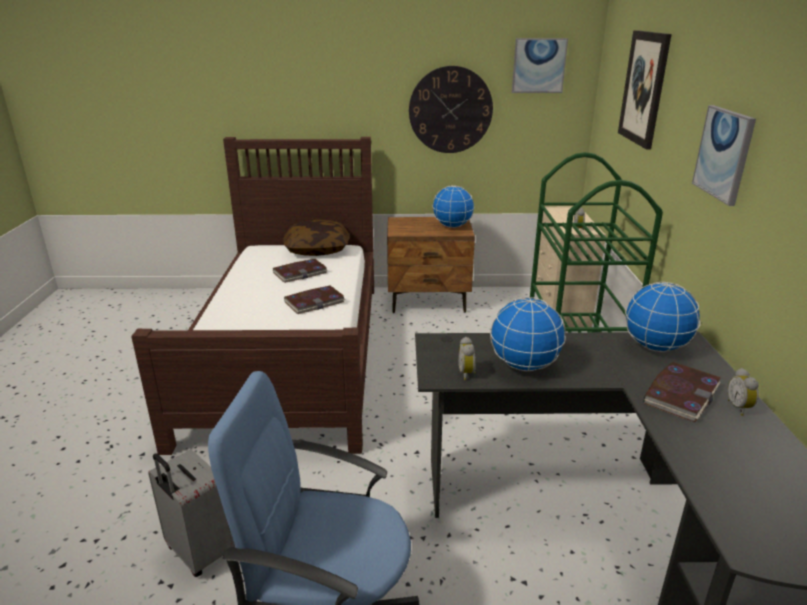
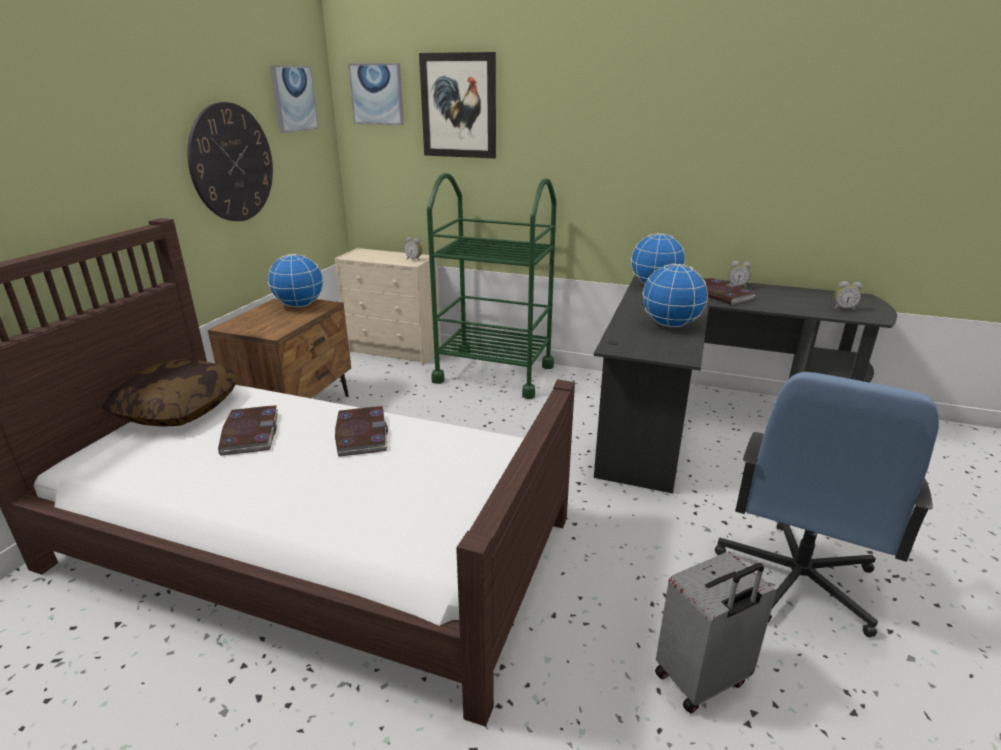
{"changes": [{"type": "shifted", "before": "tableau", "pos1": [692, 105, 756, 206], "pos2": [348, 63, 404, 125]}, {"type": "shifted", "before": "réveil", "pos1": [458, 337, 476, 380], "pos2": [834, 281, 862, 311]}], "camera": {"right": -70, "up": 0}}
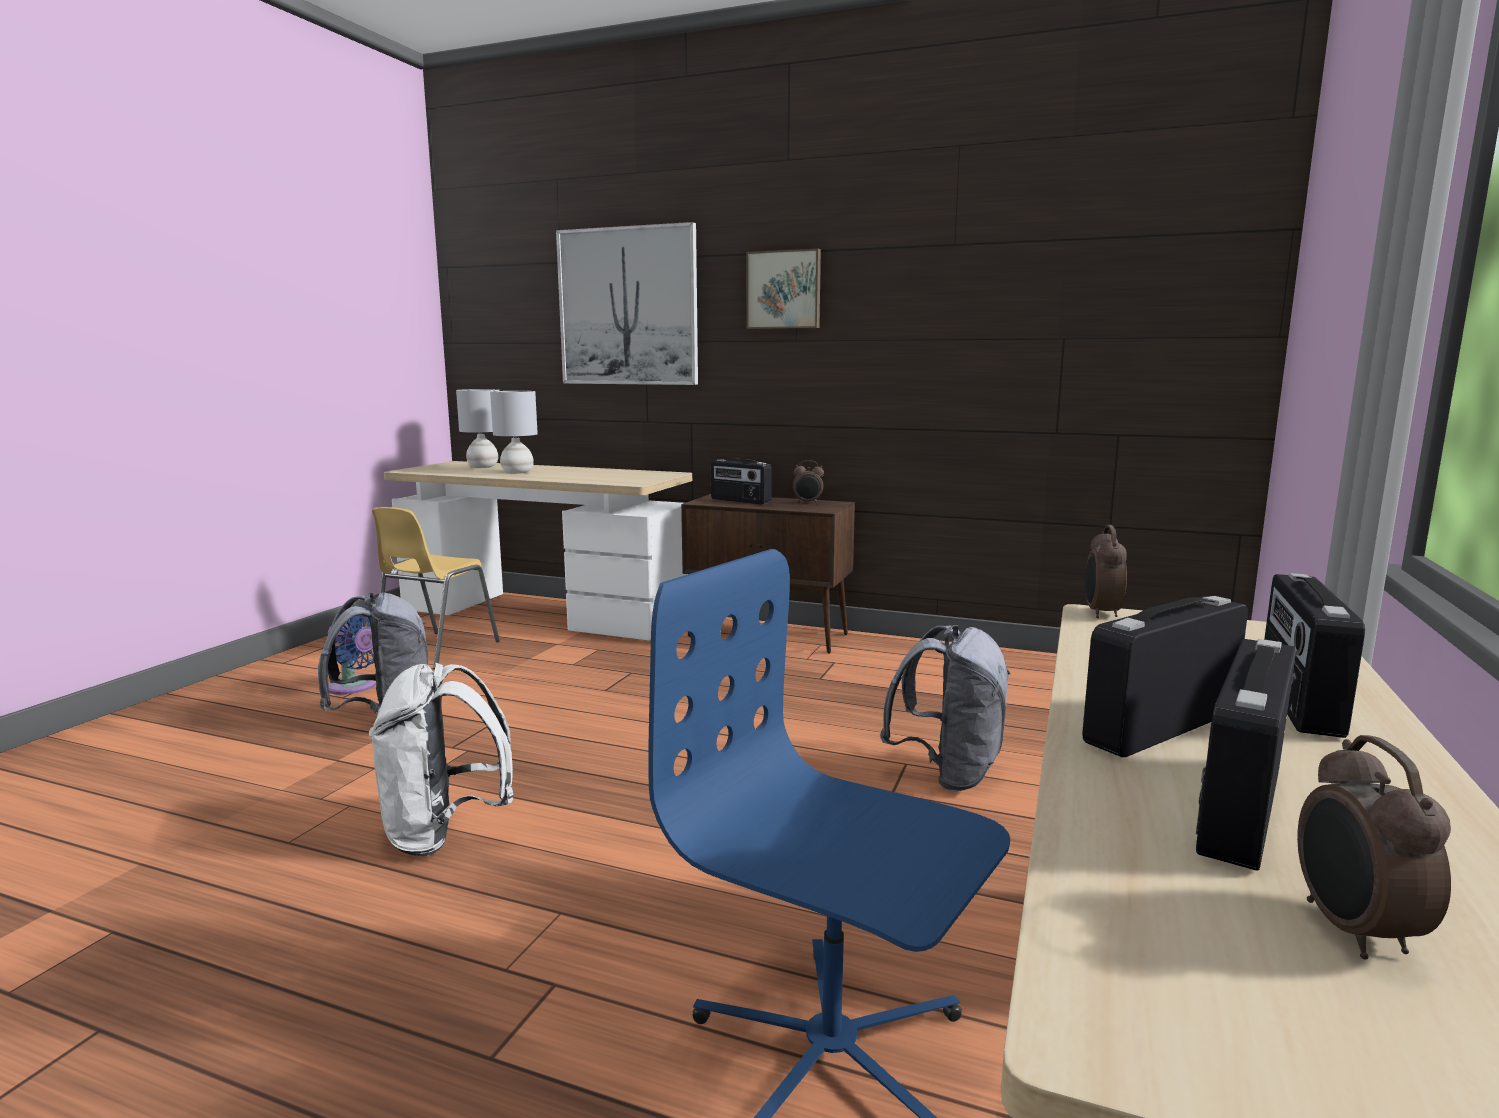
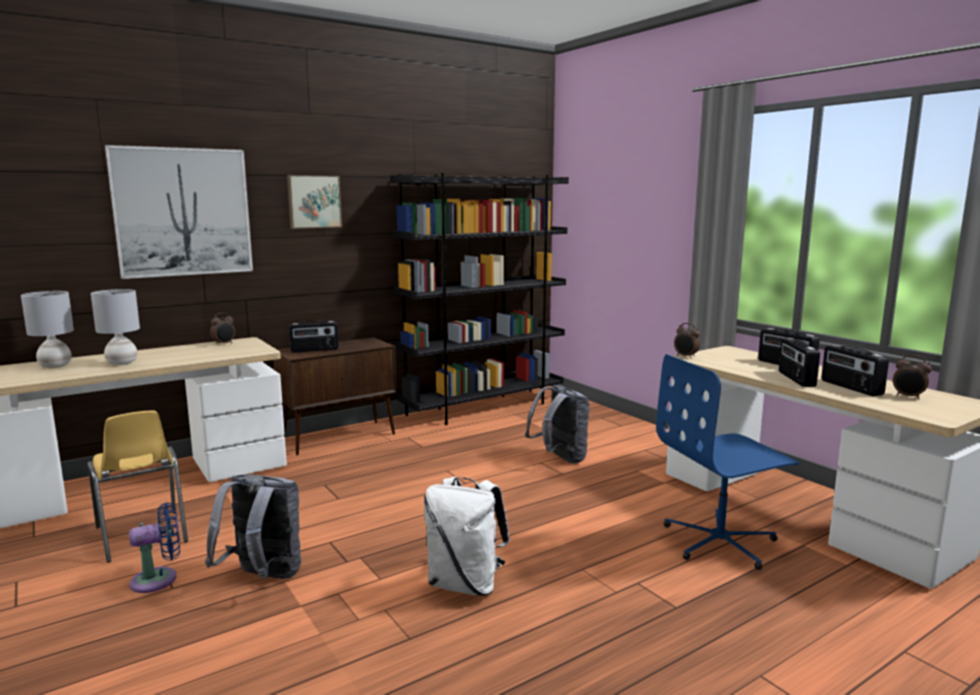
{"changes": [{"type": "shifted", "before": "réveil", "pos1": [793, 460, 824, 504], "pos2": [210, 313, 235, 345]}, {"type": "new", "after": "bibliothèque/noir", "pos2": [390, 173, 569, 425]}], "camera": {"right": -55, "up": 0}}
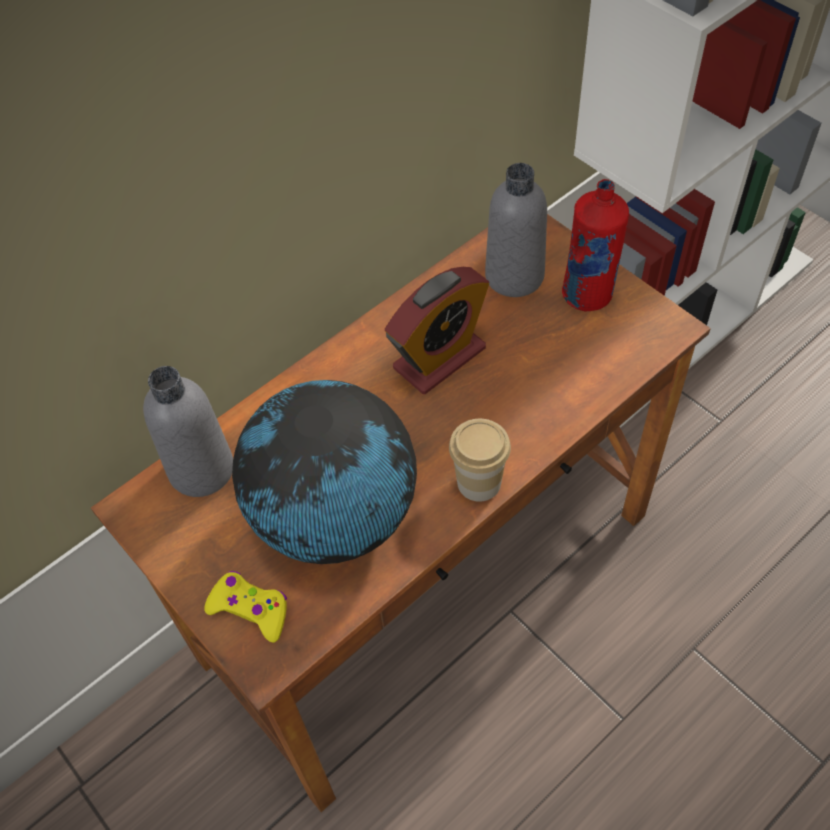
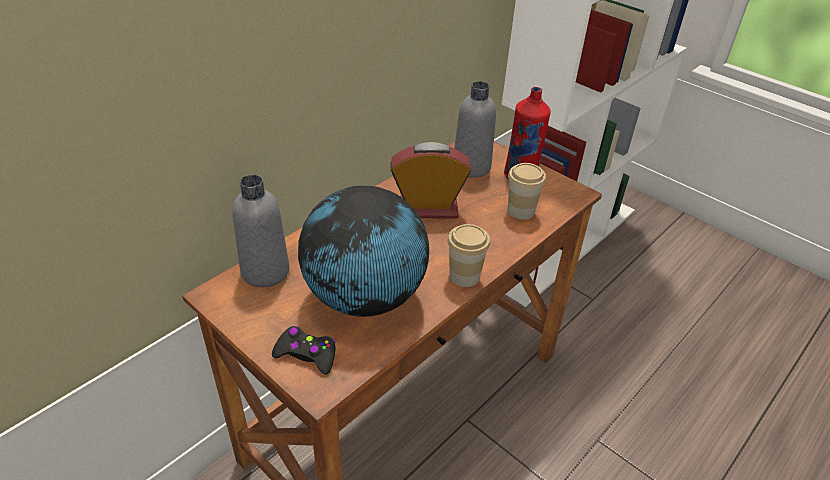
{"changes": [{"type": "repainted", "before": "manette/jaune", "after": "manette/noir", "pos1": [204, 571, 287, 643], "pos2": [272, 326, 336, 375]}, {"type": "rotated", "before": "réveil", "pos1": [385, 267, 489, 394], "pos2": [390, 142, 471, 219], "turn": -135}, {"type": "new", "after": "tasse", "pos2": [508, 163, 546, 220]}], "camera": {"right": -10, "up": -15}}
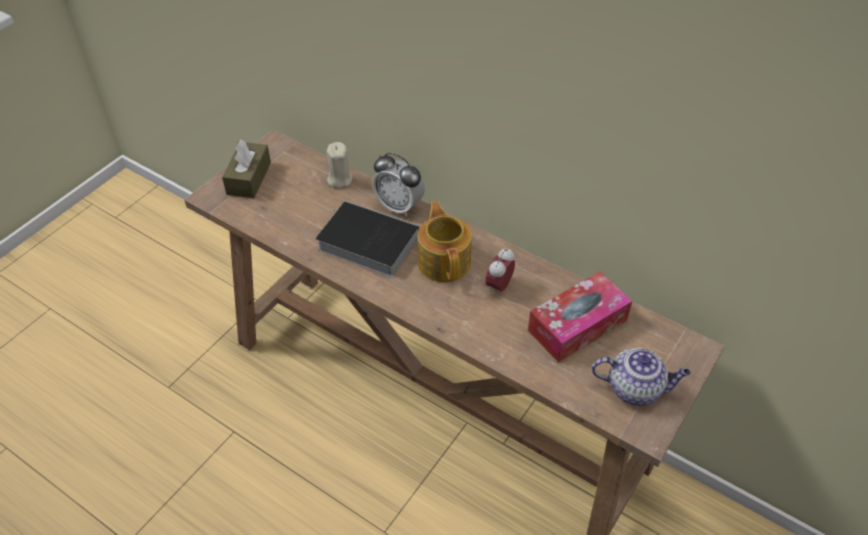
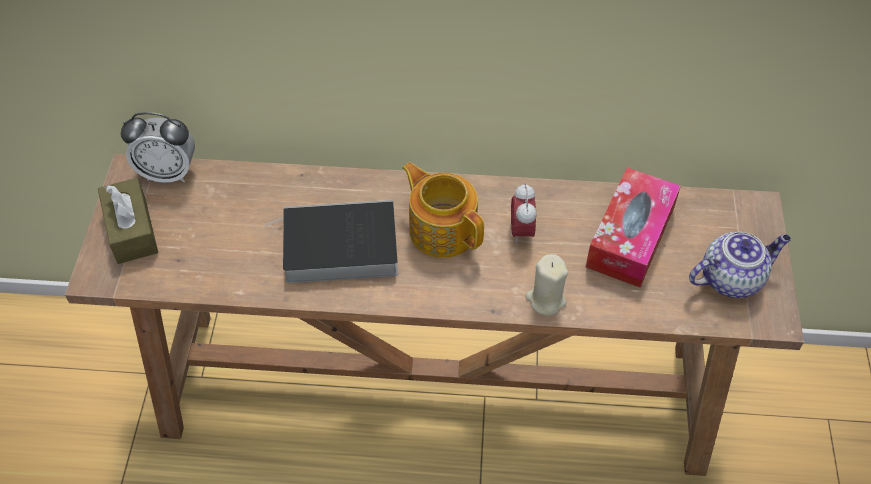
{"changes": [{"type": "shifted", "before": "réveil", "pos1": [373, 153, 425, 217], "pos2": [121, 112, 195, 183]}, {"type": "shifted", "before": "bougie/beige", "pos1": [327, 142, 352, 188], "pos2": [525, 254, 569, 316]}], "camera": {"right": -30, "up": 5}}
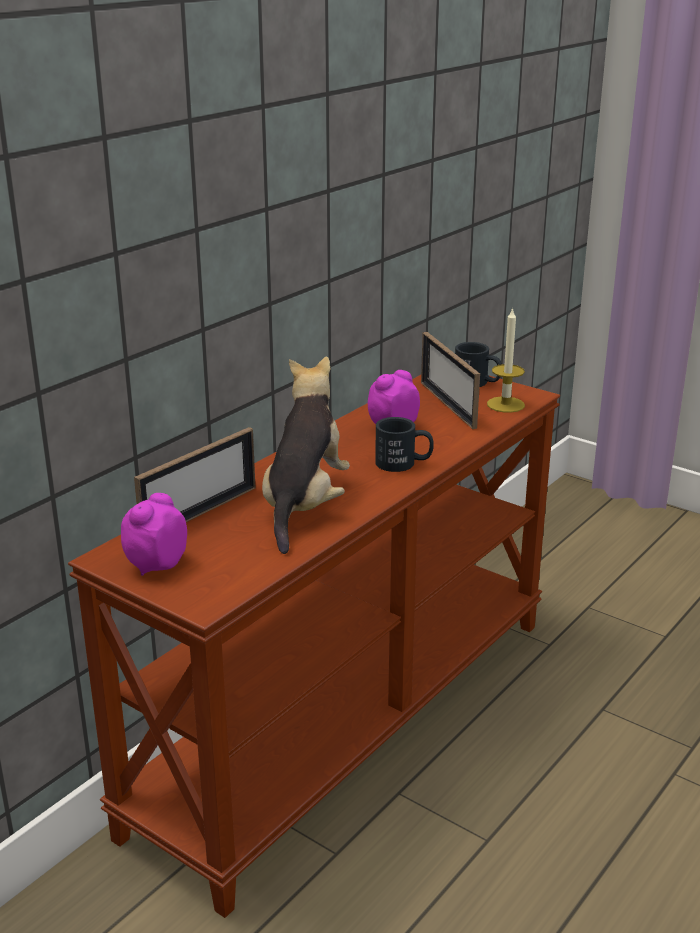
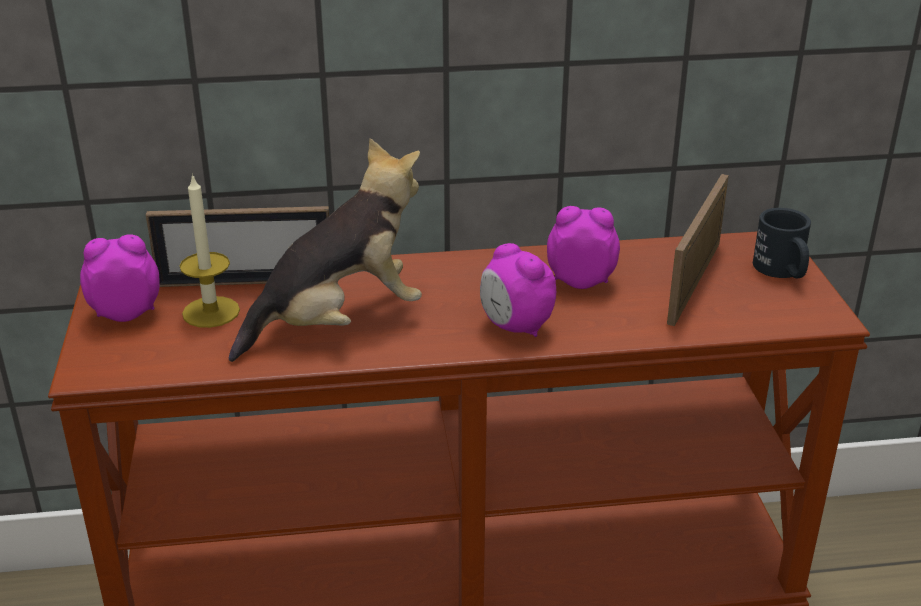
{"changes": [{"type": "shifted", "before": "bougie", "pos1": [487, 307, 525, 413], "pos2": [180, 173, 240, 328]}, {"type": "swapped", "before": "mug/noir", "after": "réveil", "pos1": [375, 417, 434, 472], "pos2": [480, 243, 556, 337]}], "camera": {"right": 45, "up": 5}}
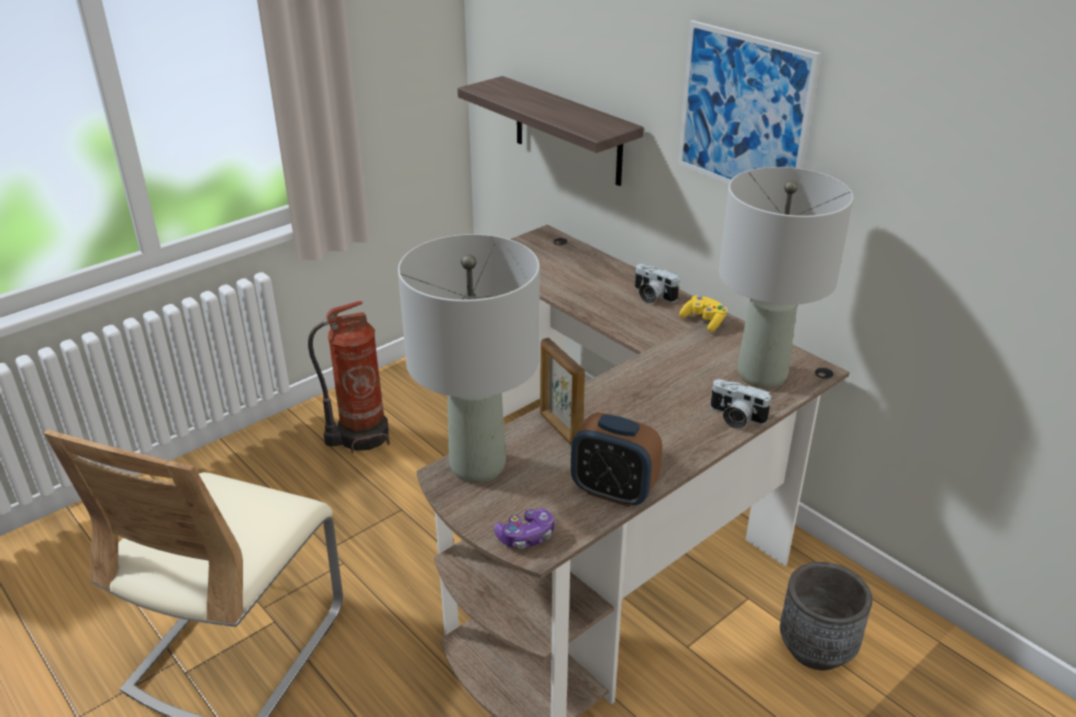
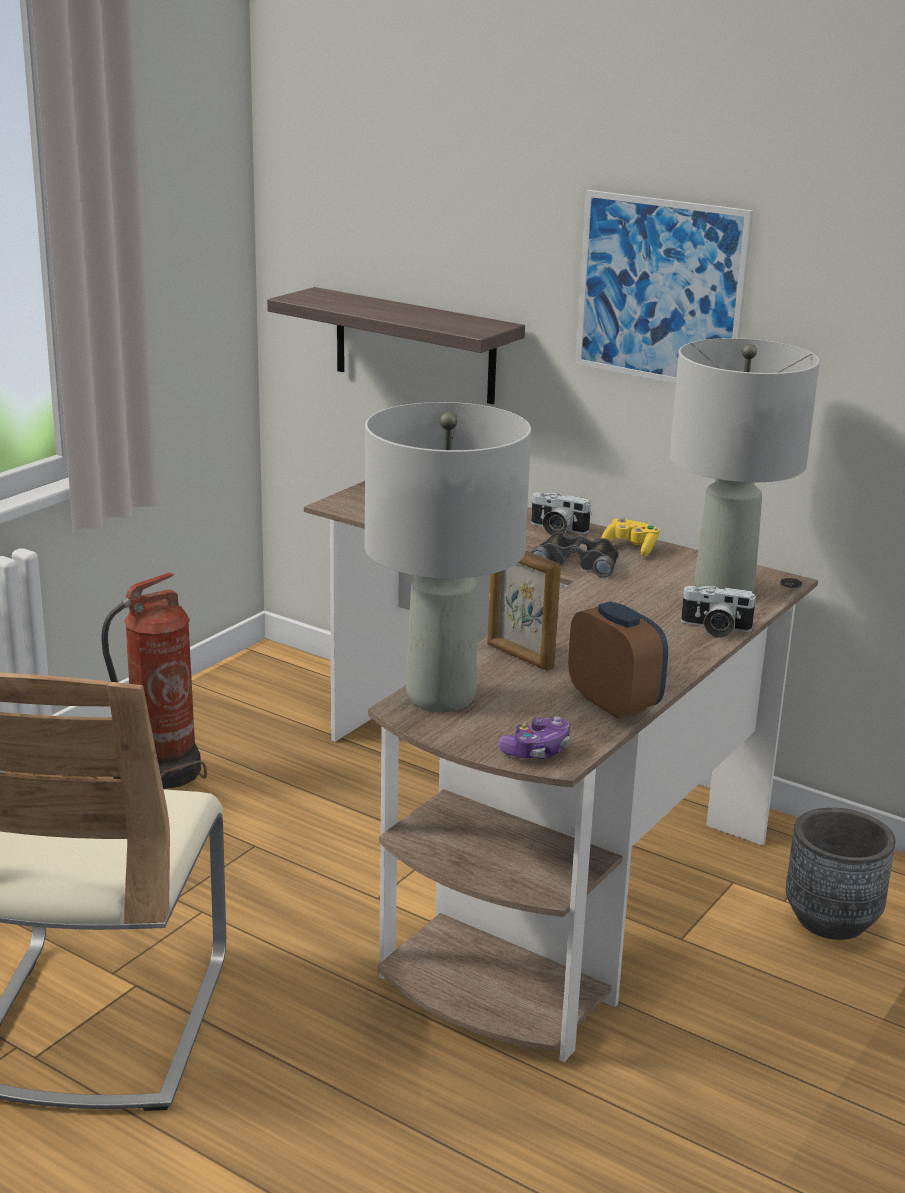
{"changes": [{"type": "new", "after": "jumelles/noir", "pos2": [531, 532, 619, 578]}, {"type": "rotated", "before": "réveil", "pos1": [571, 412, 662, 507], "pos2": [568, 601, 668, 719], "turn": -135}], "camera": {"right": -15, "up": -10}}
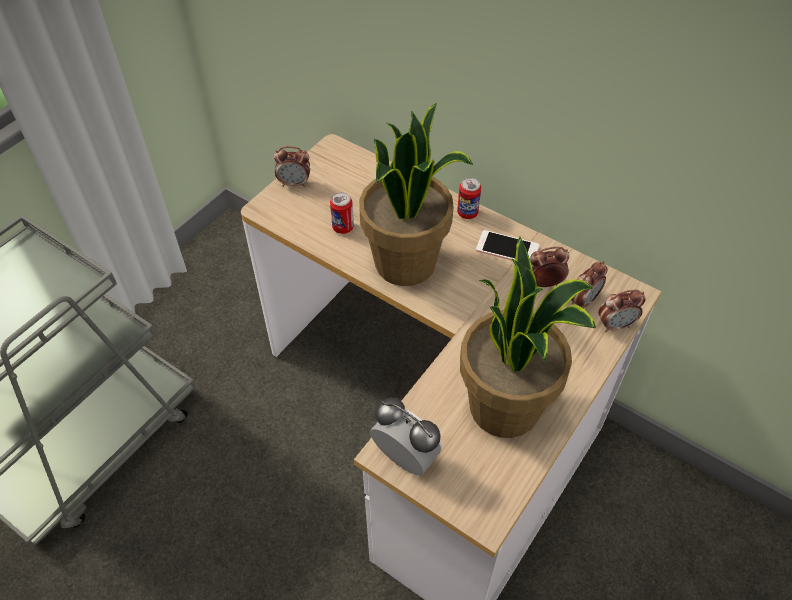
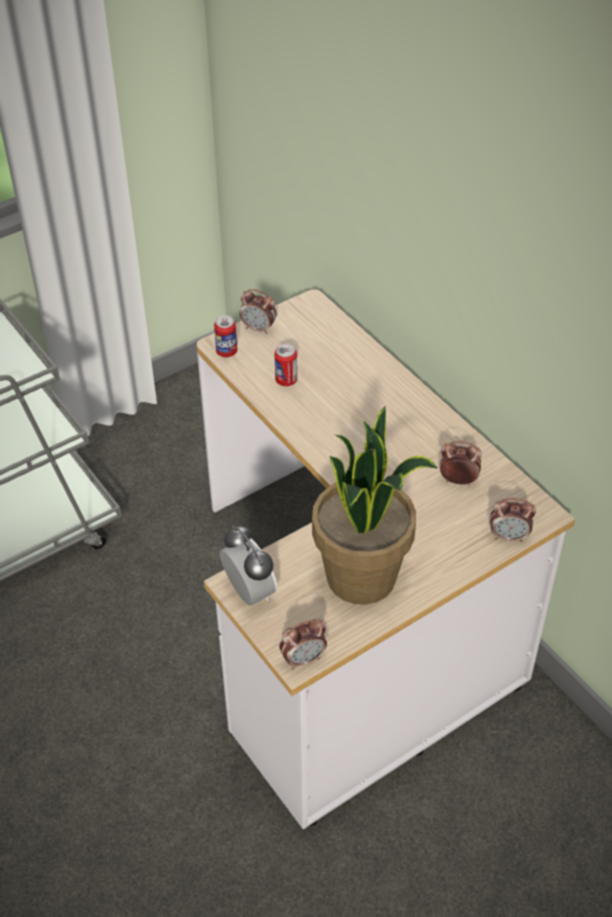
{"changes": [{"type": "shifted", "before": "boîte métallique", "pos1": [457, 178, 481, 219], "pos2": [214, 315, 237, 357]}, {"type": "shifted", "before": "réveil", "pos1": [571, 261, 607, 308], "pos2": [279, 619, 327, 669]}, {"type": "gone", "before": "plante en pot", "pos1": [359, 103, 473, 286]}, {"type": "gone", "before": "téléphone", "pos1": [476, 230, 539, 260]}], "camera": {"right": 20, "up": -5}}
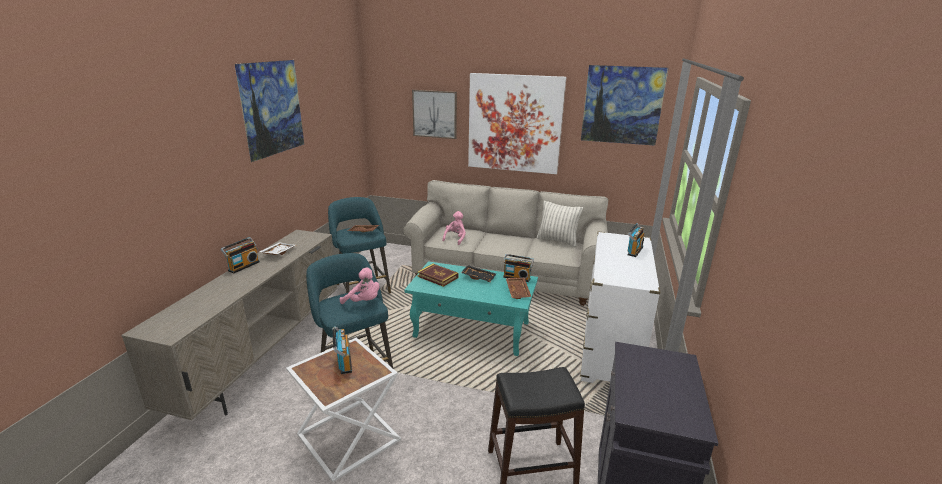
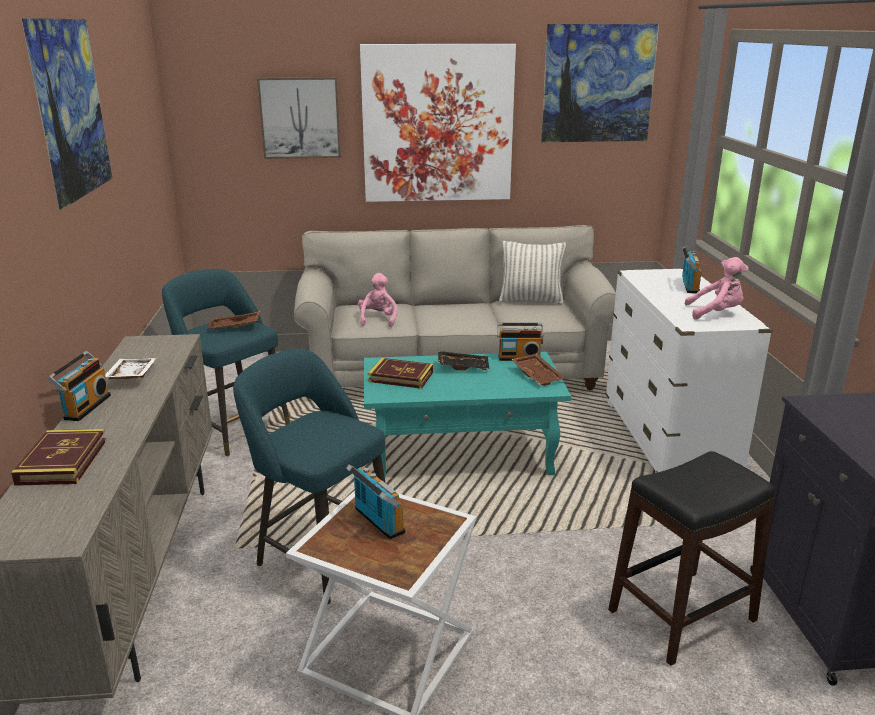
{"changes": [{"type": "new", "after": "livre", "pos2": [11, 429, 107, 486]}, {"type": "shifted", "before": "peluche/rose", "pos1": [340, 267, 380, 304], "pos2": [684, 257, 748, 320]}], "camera": {"right": -20, "up": 0}}
